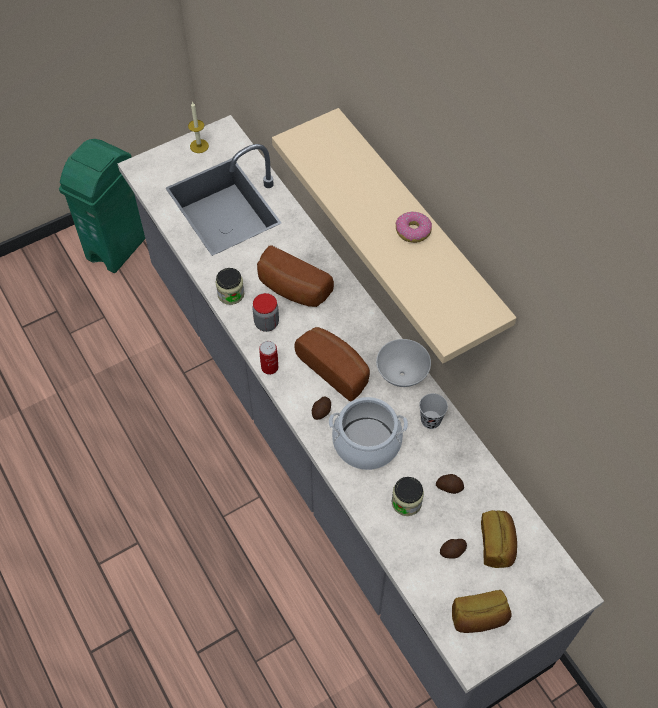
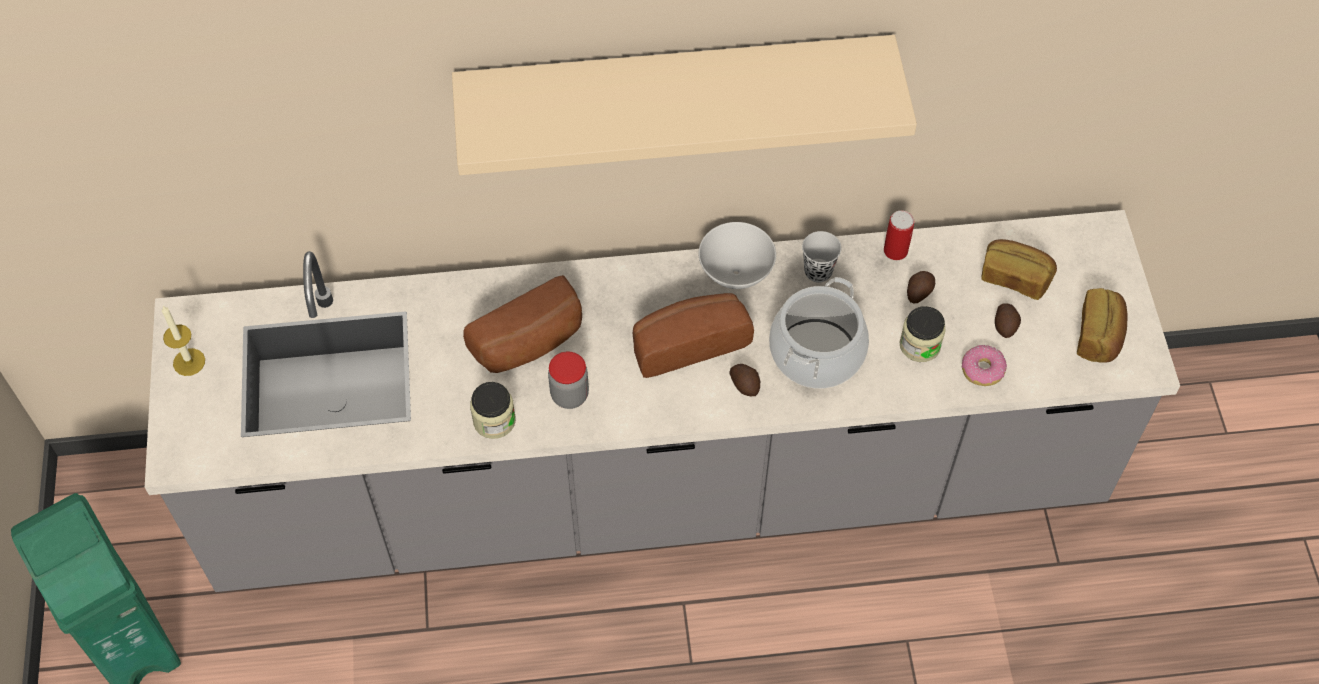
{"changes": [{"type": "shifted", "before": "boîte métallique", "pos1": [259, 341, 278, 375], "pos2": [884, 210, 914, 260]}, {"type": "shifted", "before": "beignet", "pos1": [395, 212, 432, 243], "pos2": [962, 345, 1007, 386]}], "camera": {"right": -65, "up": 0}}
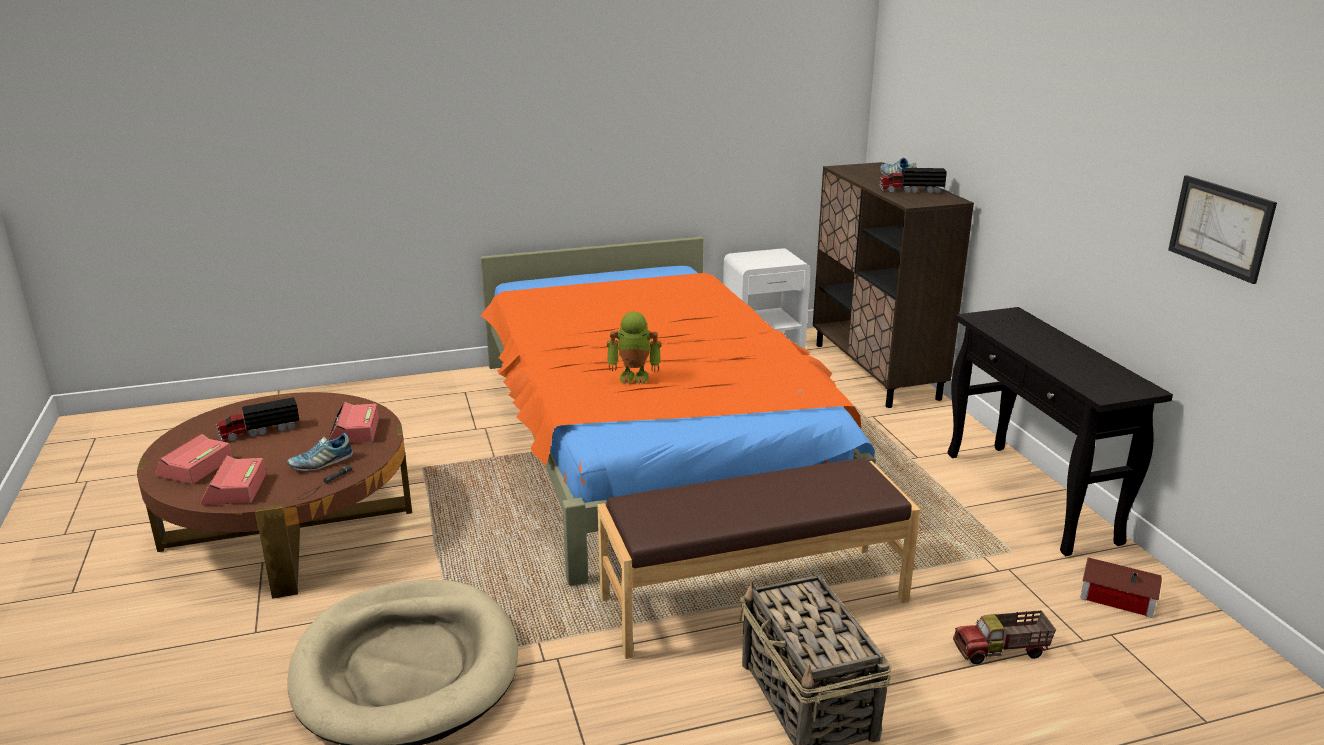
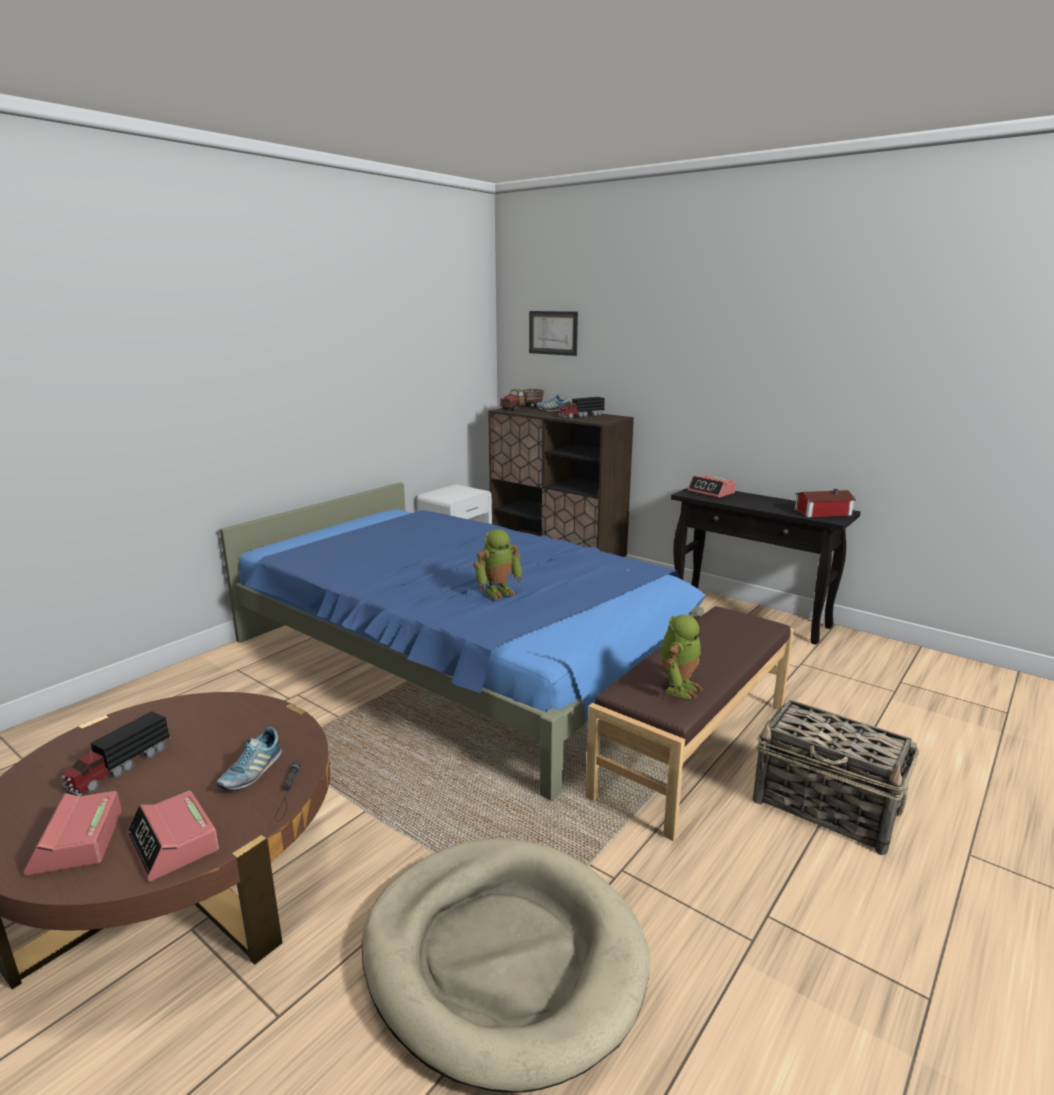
{"changes": [{"type": "repainted", "before": "lit/orange", "after": "lit/bleu", "pos1": [481, 237, 876, 586], "pos2": [220, 482, 706, 801]}, {"type": "shifted", "before": "camion jouet", "pos1": [953, 610, 1056, 664], "pos2": [500, 389, 544, 411]}, {"type": "shifted", "before": "tableau", "pos1": [1168, 175, 1277, 284], "pos2": [529, 311, 578, 356]}, {"type": "new", "after": "robot jouet", "pos2": [660, 615, 703, 699]}, {"type": "shifted", "before": "réveil", "pos1": [328, 402, 379, 443], "pos2": [687, 475, 736, 498]}, {"type": "shifted", "before": "maison miniature", "pos1": [1080, 557, 1162, 618], "pos2": [795, 489, 856, 517]}], "camera": {"right": -35, "up": -5}}
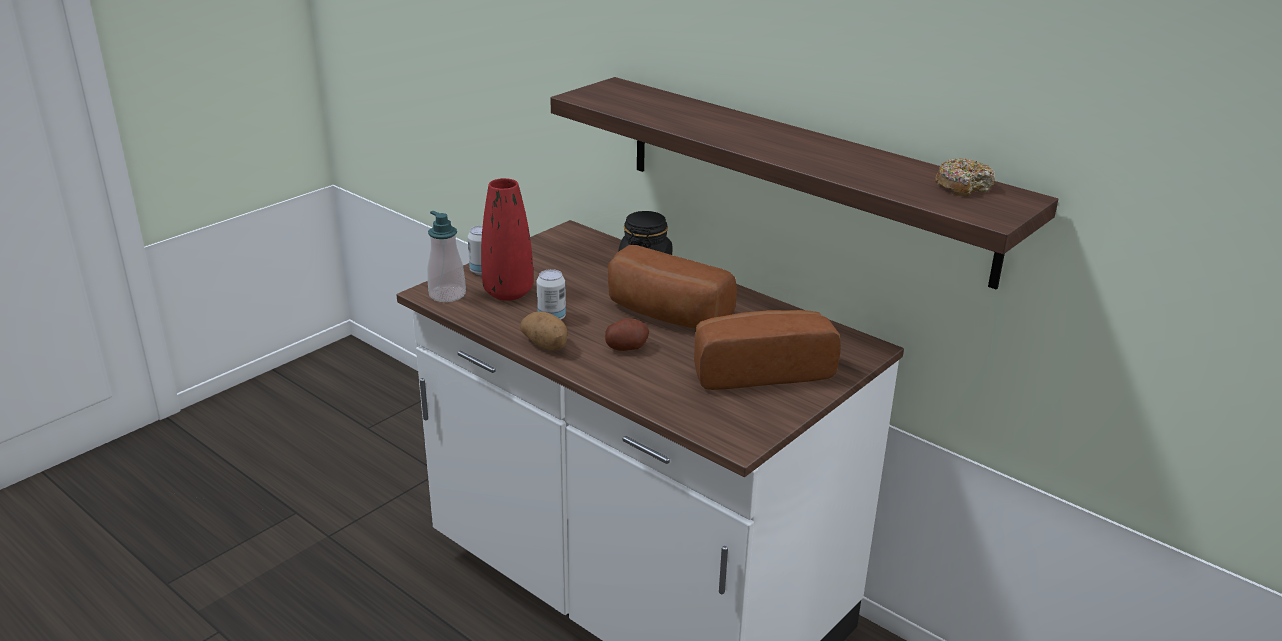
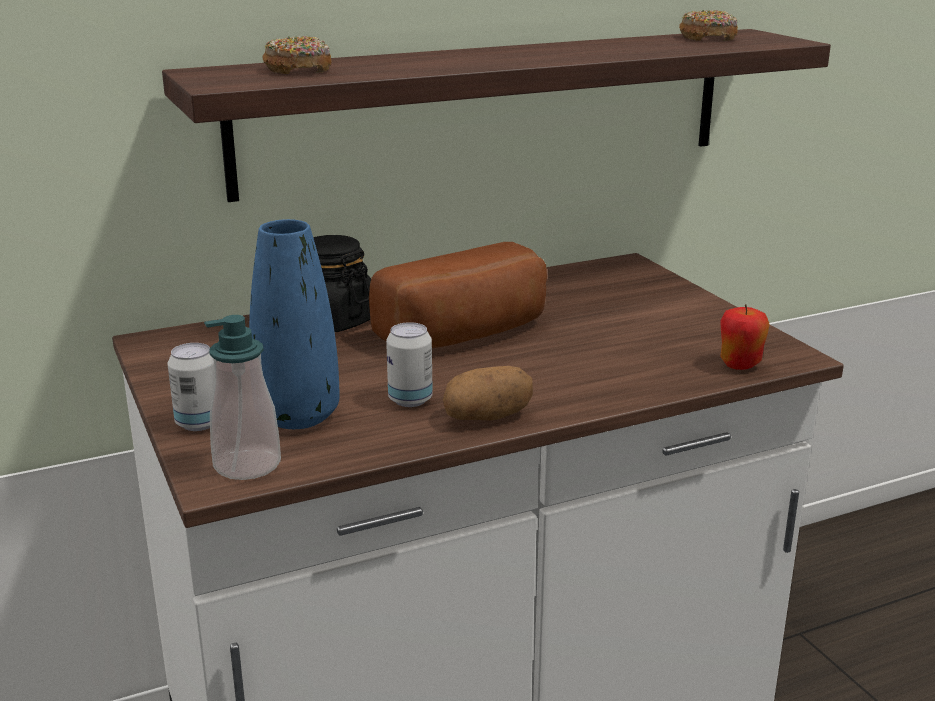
{"changes": [{"type": "repainted", "before": "vase/rouge", "after": "vase/bleu", "pos1": [481, 178, 533, 301], "pos2": [249, 219, 340, 429]}, {"type": "new", "after": "beignet", "pos2": [263, 36, 331, 74]}, {"type": "new", "after": "pomme", "pos2": [720, 304, 770, 370]}, {"type": "gone", "before": "pomme de terre", "pos1": [605, 318, 649, 351]}, {"type": "gone", "before": "pain", "pos1": [694, 310, 841, 390]}], "camera": {"right": -65, "up": -5}}
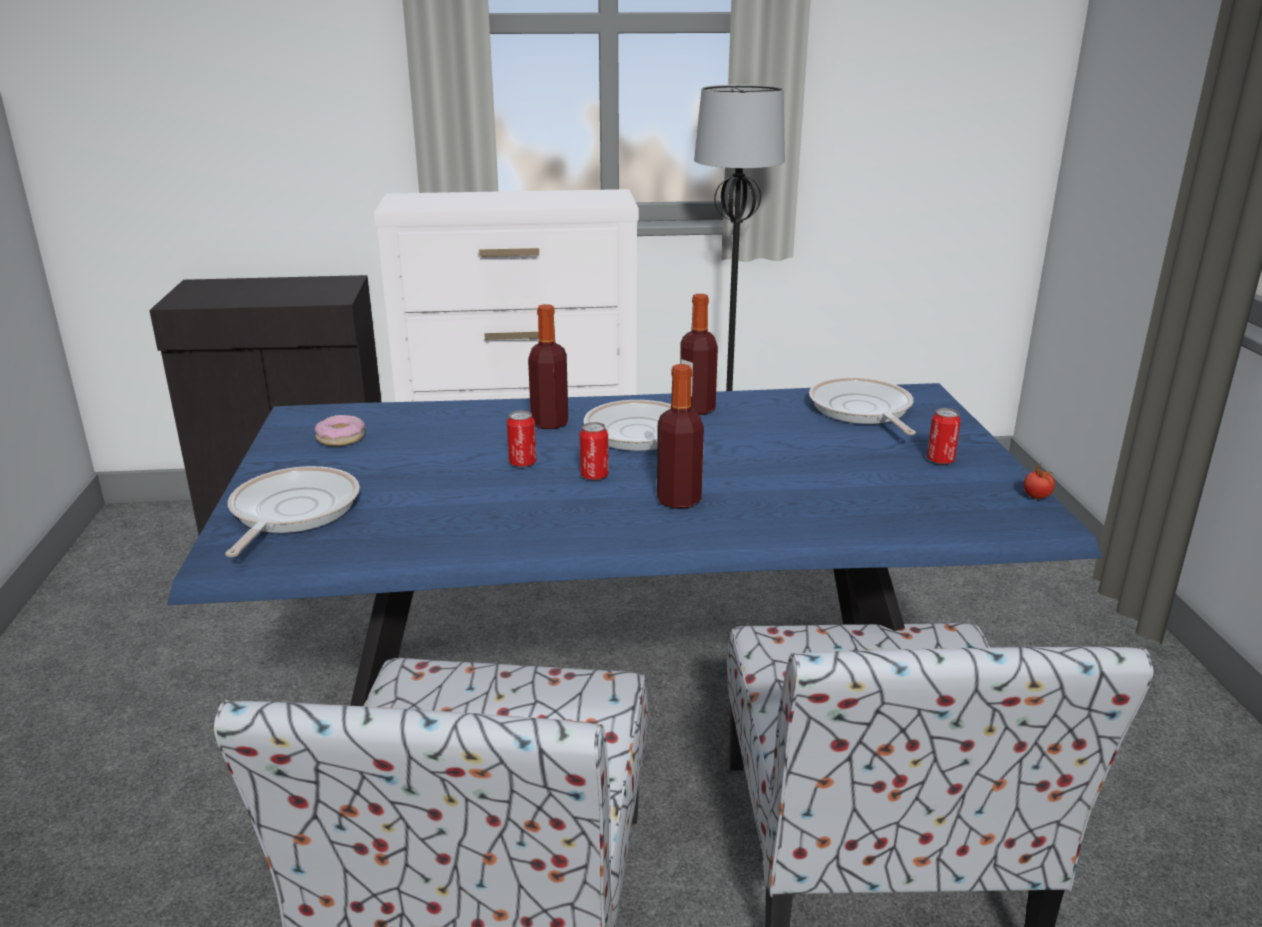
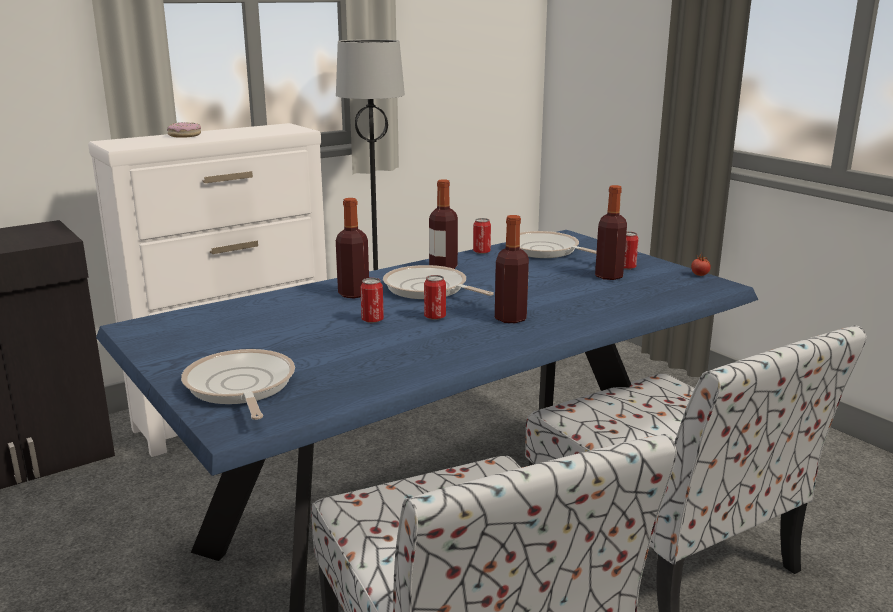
{"changes": [{"type": "shifted", "before": "beignet", "pos1": [315, 415, 366, 446], "pos2": [167, 122, 201, 138]}, {"type": "new", "after": "boîte métallique", "pos2": [473, 218, 491, 254]}, {"type": "new", "after": "bouteille", "pos2": [595, 185, 627, 280]}], "camera": {"right": -30, "up": -5}}
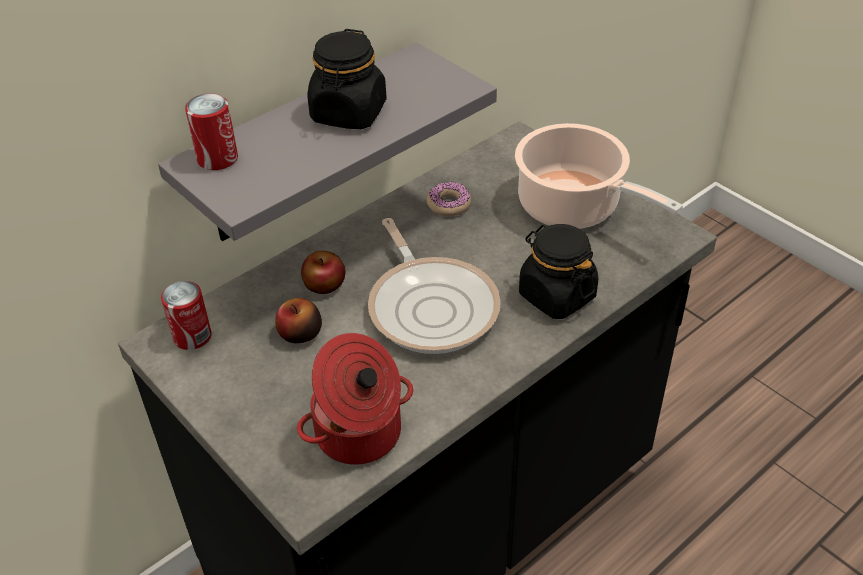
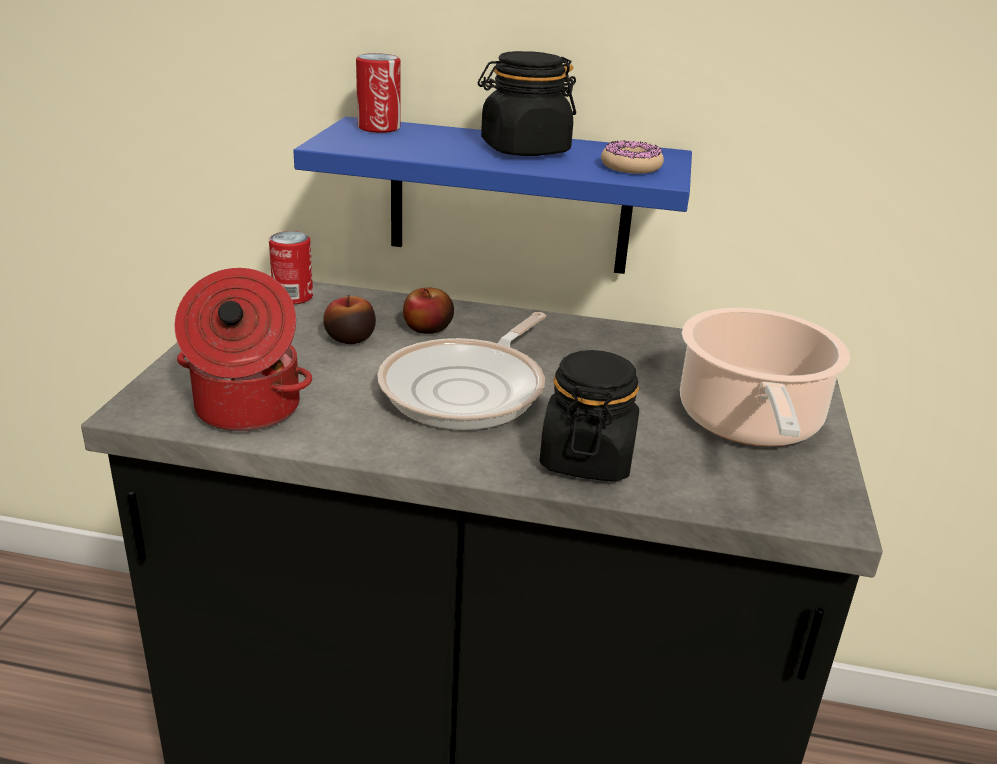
{"changes": [{"type": "repainted", "before": "étagère/gris", "after": "étagère/bleu", "pos1": [158, 43, 497, 241], "pos2": [293, 116, 692, 274]}, {"type": "shifted", "before": "beignet", "pos1": [427, 181, 471, 216], "pos2": [601, 140, 664, 174]}], "camera": {"right": 50, "up": -15}}
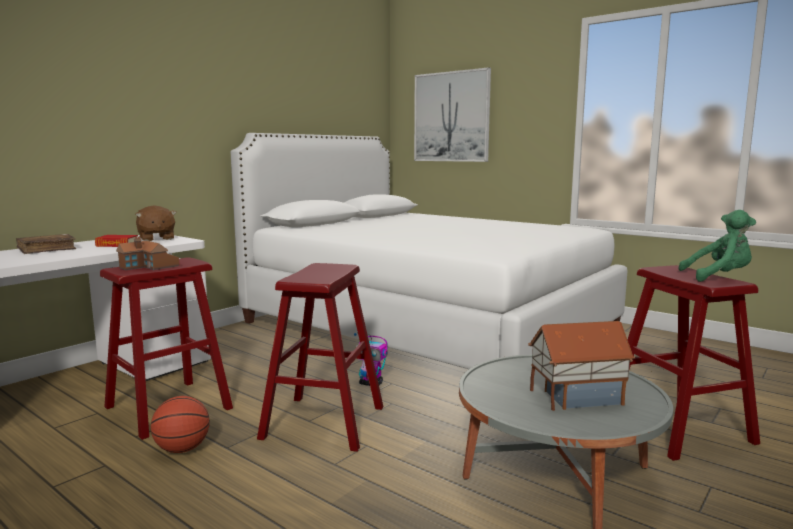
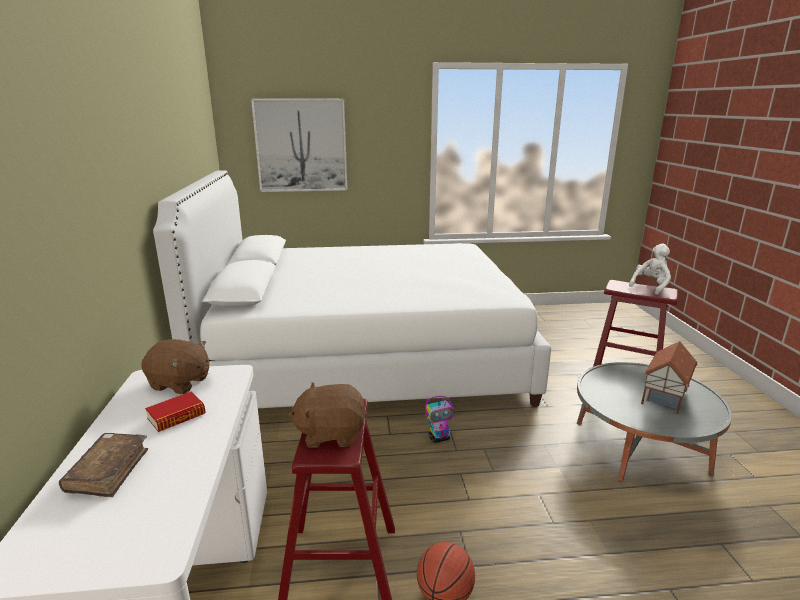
{"changes": [{"type": "swapped", "before": "maison miniature", "after": "peluche/marron", "pos1": [116, 237, 180, 270], "pos2": [288, 382, 367, 447]}, {"type": "repainted", "before": "peluche/vert", "after": "peluche/blanc", "pos1": [678, 210, 756, 282], "pos2": [629, 243, 671, 295]}, {"type": "gone", "before": "tabouret/rouge", "pos1": [257, 263, 384, 452]}], "camera": {"right": -45, "up": 10}}
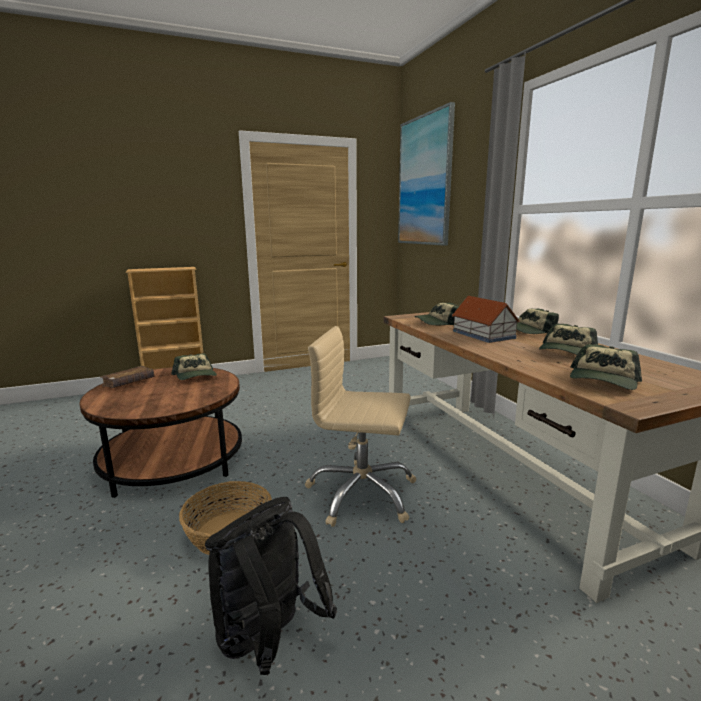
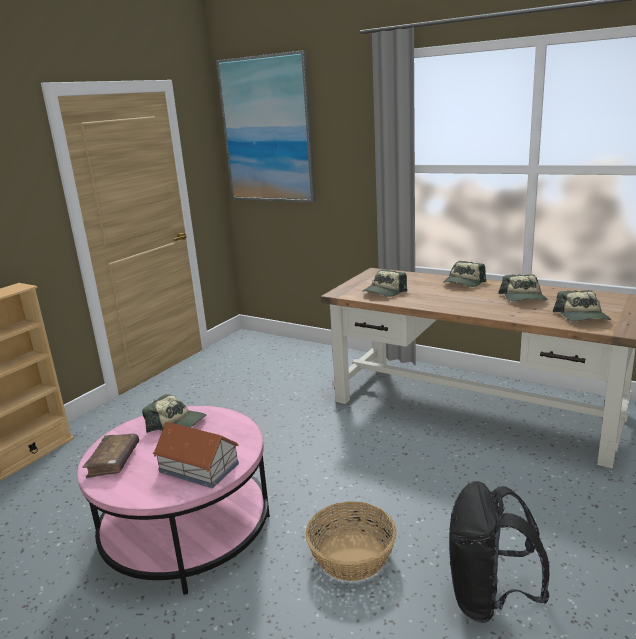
{"changes": [{"type": "repainted", "before": "table basse/marron", "after": "table basse/rose", "pos1": [79, 367, 242, 498], "pos2": [77, 406, 270, 595]}, {"type": "shifted", "before": "maison miniature", "pos1": [452, 296, 520, 343], "pos2": [153, 422, 239, 488]}, {"type": "gone", "before": "chaise de bureau/beige", "pos1": [305, 326, 416, 527]}], "camera": {"right": -35, "up": 5}}
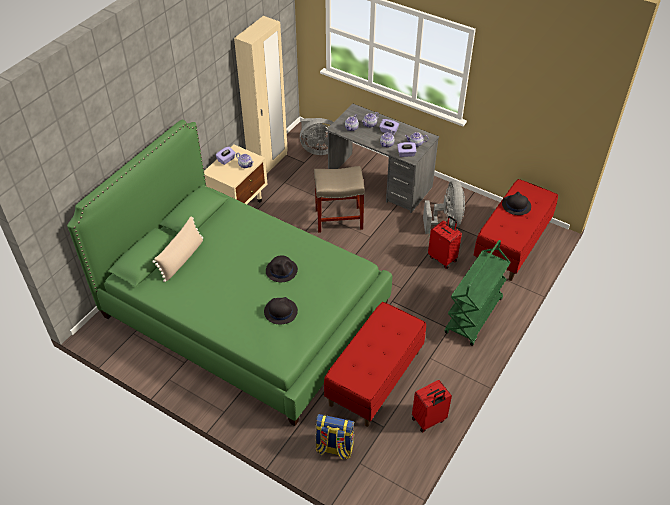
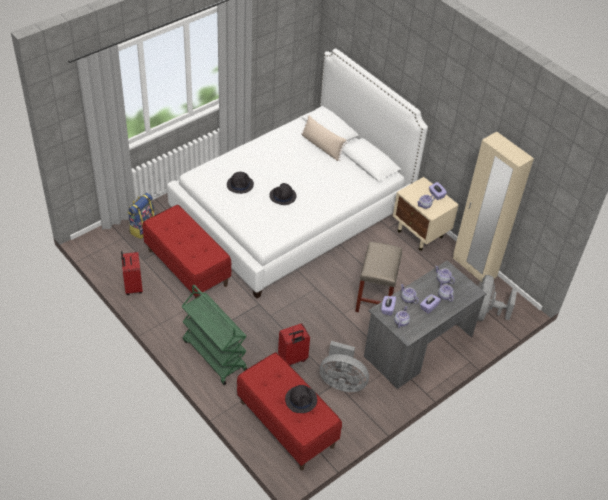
{"changes": [{"type": "repainted", "before": "lit/vert", "after": "lit/blanc", "pos1": [67, 120, 392, 426], "pos2": [167, 49, 428, 299]}], "camera": {"right": 105, "up": 0}}
